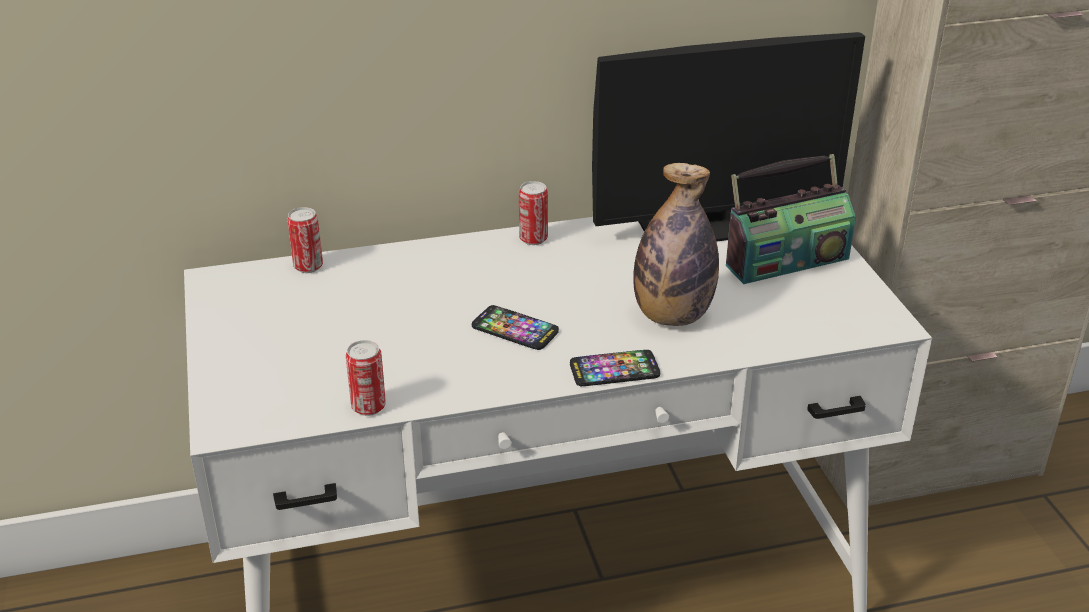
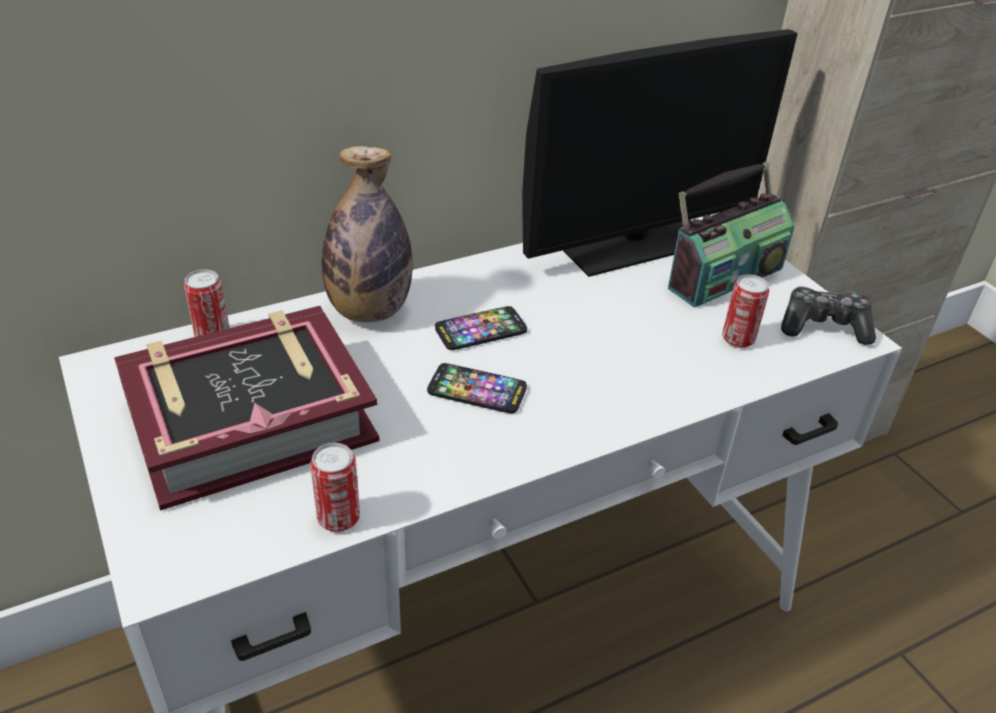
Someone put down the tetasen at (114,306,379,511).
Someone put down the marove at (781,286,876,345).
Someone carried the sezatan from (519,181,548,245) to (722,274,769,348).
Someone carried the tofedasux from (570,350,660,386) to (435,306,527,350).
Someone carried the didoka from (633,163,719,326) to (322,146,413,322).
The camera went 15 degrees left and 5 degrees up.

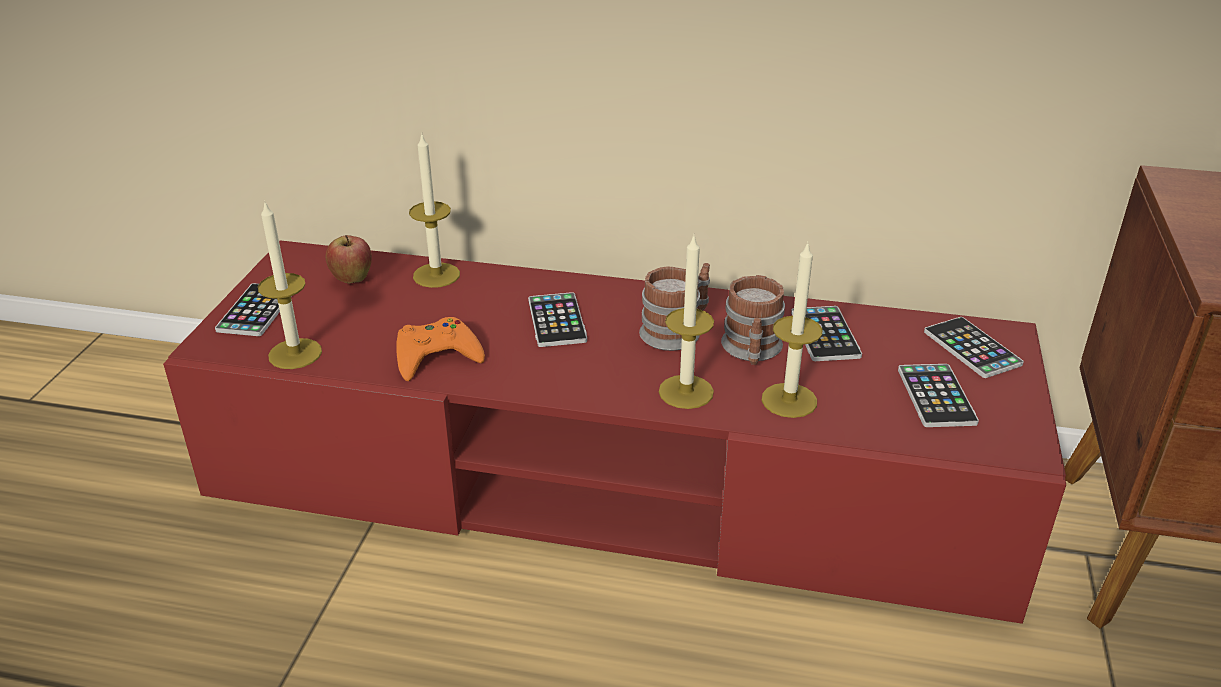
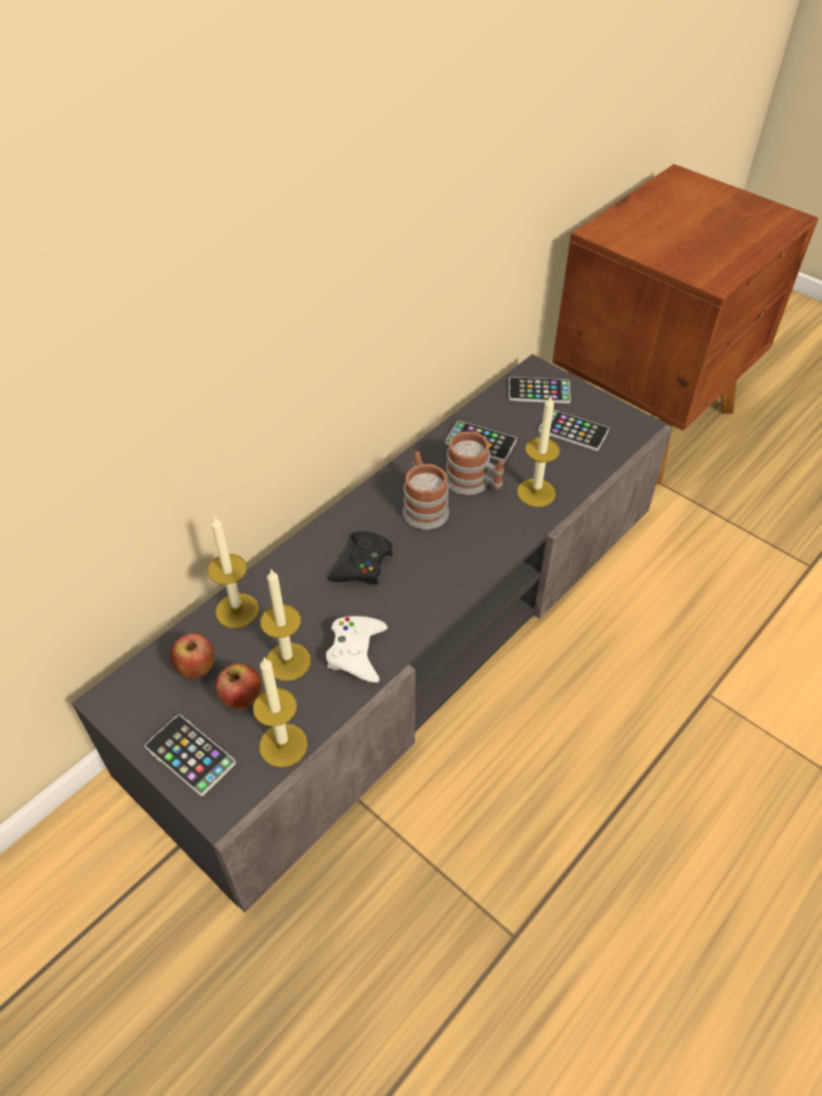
Someone put down the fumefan at (215,663,261,710).
Someone carried the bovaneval from (659,234,714,409) to (260,569,310,681).
Someone swapped the tofedasux at (528,292,587,347) for the black marove at (328,531,393,585).
Someone repainted the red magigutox at (163,240,1066,624), which became the grey magigutox at (72,354,672,913).
Someone repainted the orange marove at (396,317,485,381), which became the white marove at (326,616,388,683).
The camera went 60 degrees left and 15 degrees up.

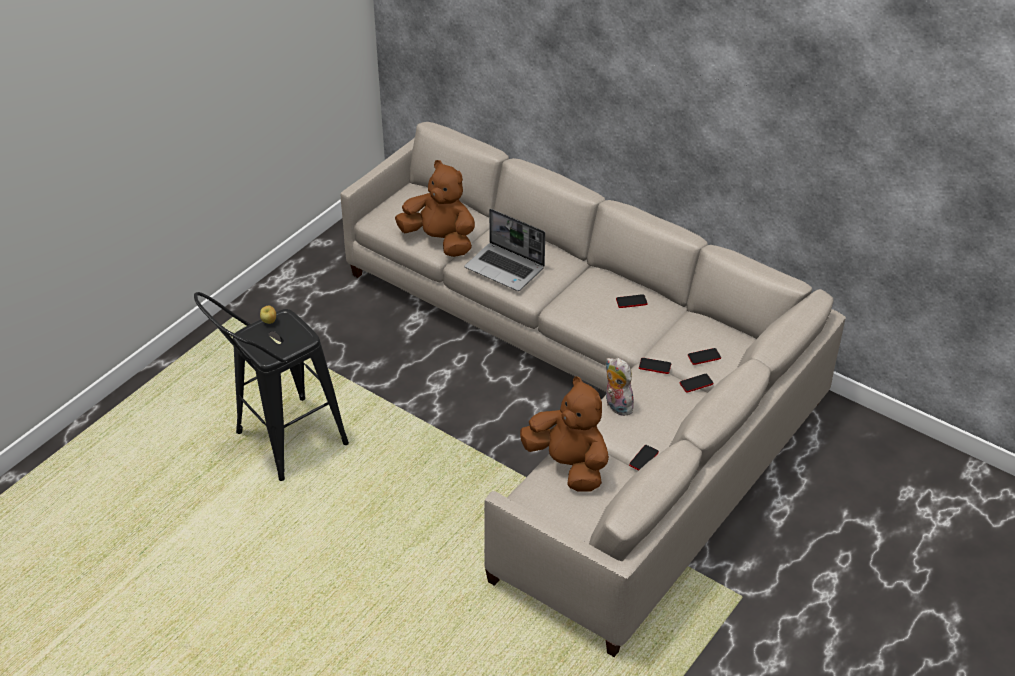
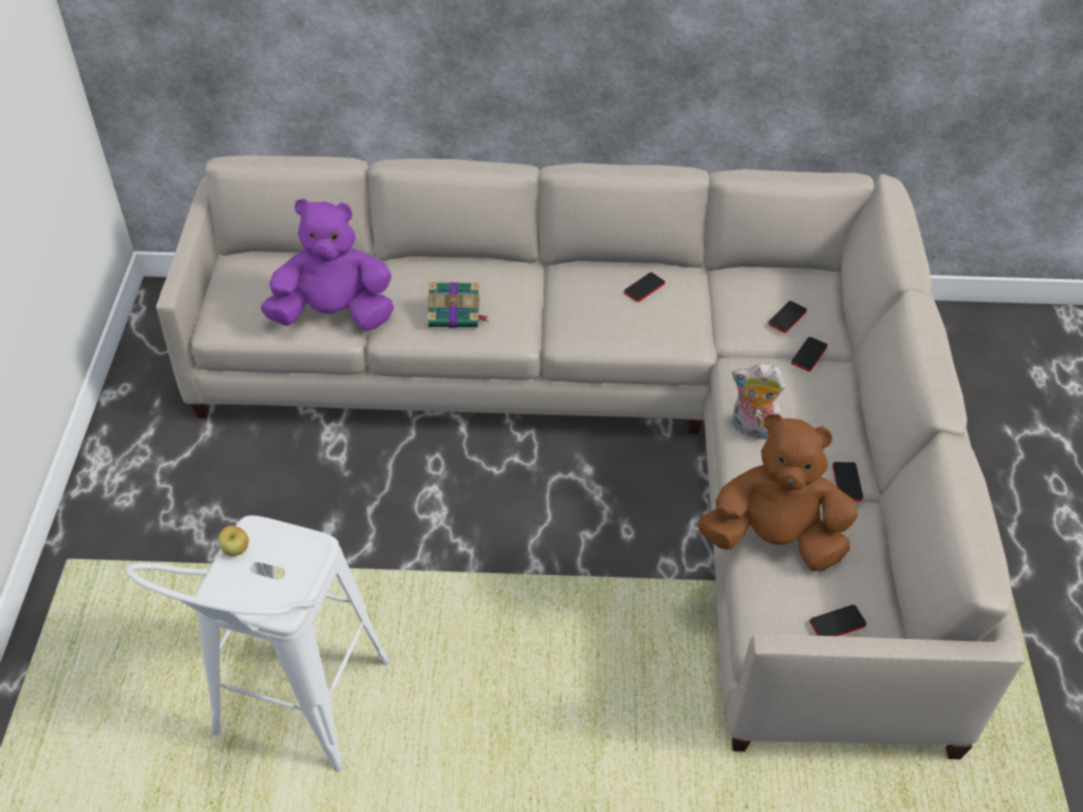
Someone carried the tofedasux from (639,358,671,374) to (810,605,867,636).
Someone swapped the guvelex at (464,209,545,291) for the tetasen at (428,282,489,328).
Someone repainted the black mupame at (194,292,349,481), which became the white mupame at (126,515,389,772).
Someone repainted the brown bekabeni at (395,160,475,257), which became the purple bekabeni at (261,198,394,331).
The camera went 35 degrees left and 5 degrees up.

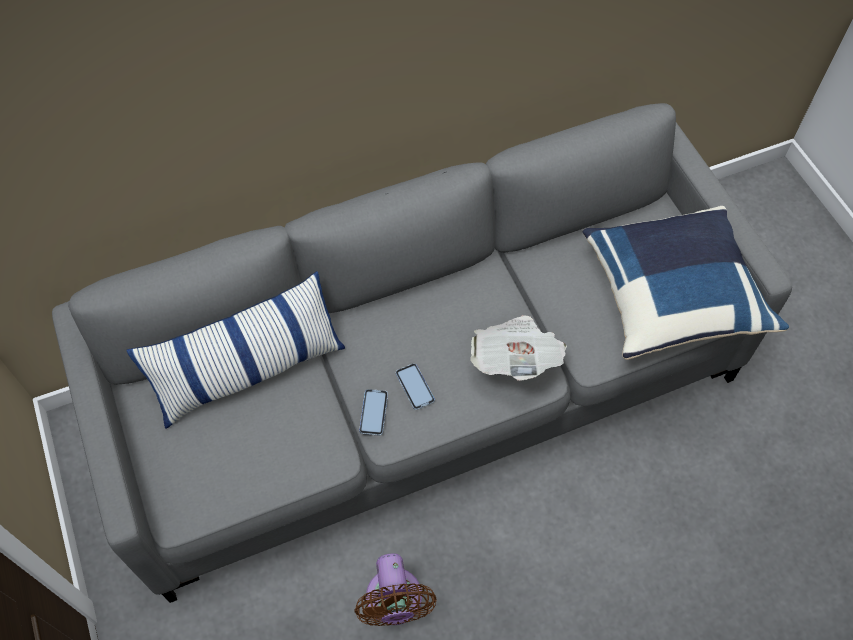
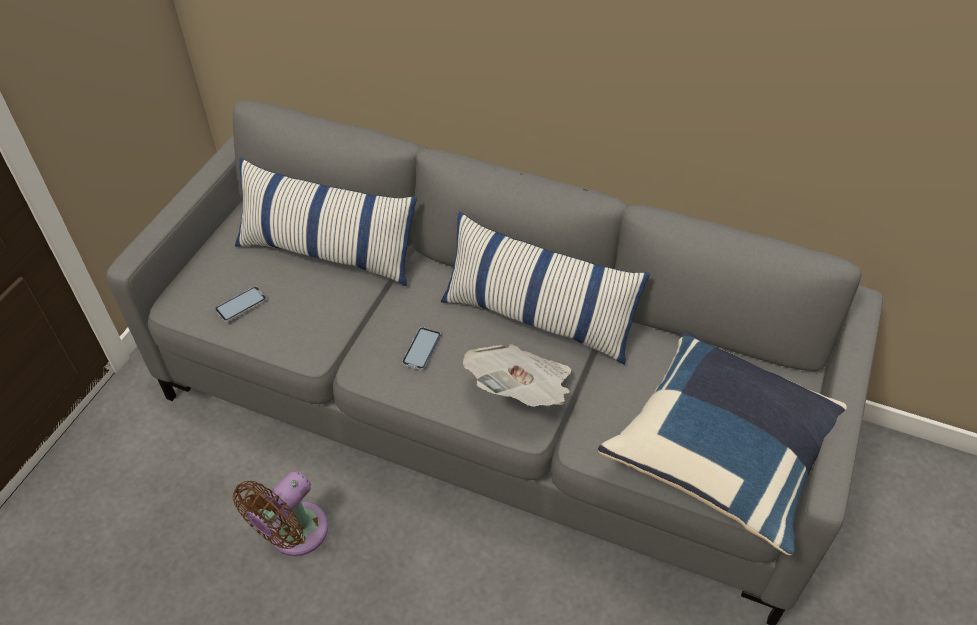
Someone put down the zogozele at (441,212,650,365).
Someone carried the tofedasux from (359,389,388,436) to (215,286,267,322).
The camera went 45 degrees right and 10 degrees down.

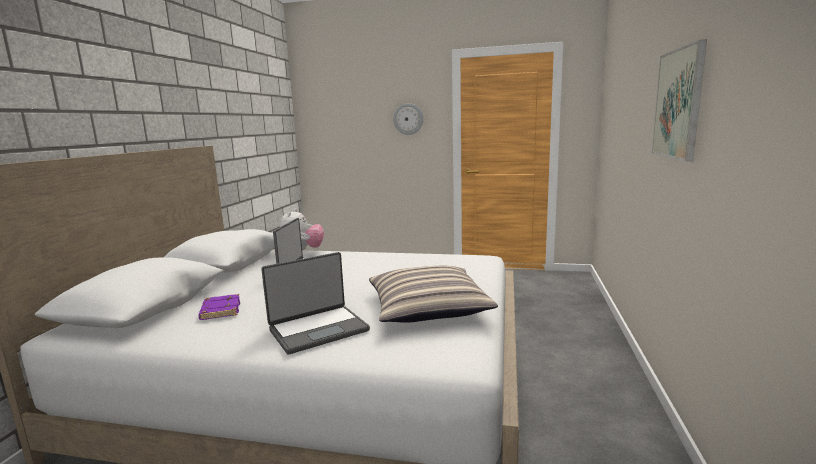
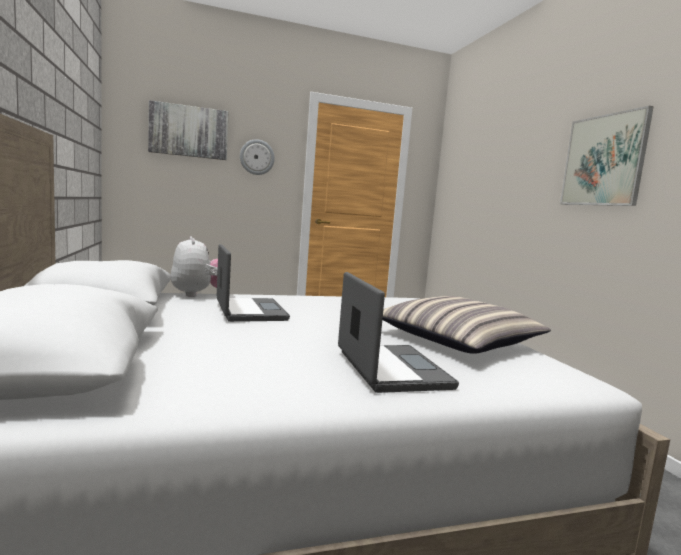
Someone took away the purple tetasen at (198,294,240,320).
Someone put up the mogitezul at (148,100,229,160).
Someone rotated the guvelex at (261,252,370,355) by 45 degrees counterclockwise.
The camera went 30 degrees left and 5 degrees down.

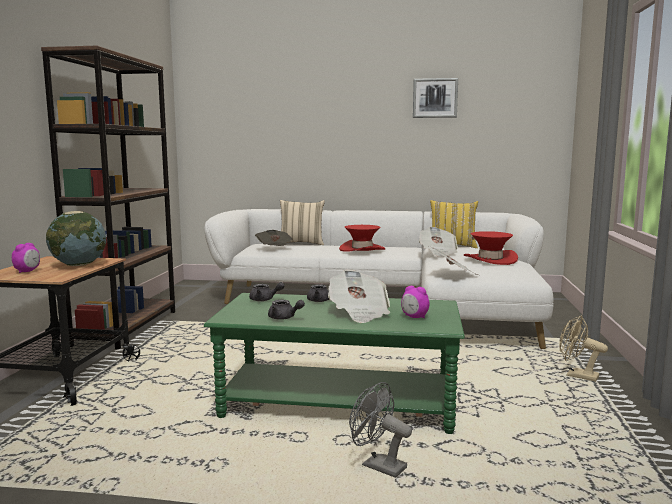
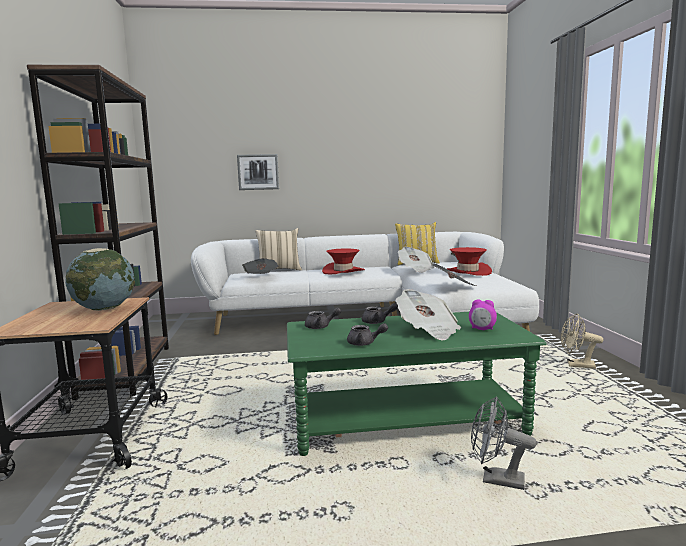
Someone took away the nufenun at (12,243,40,273).
Someone carried the mogitezul from (413,78,458,118) to (237,154,279,190).
The camera went 15 degrees left and 0 degrees up.

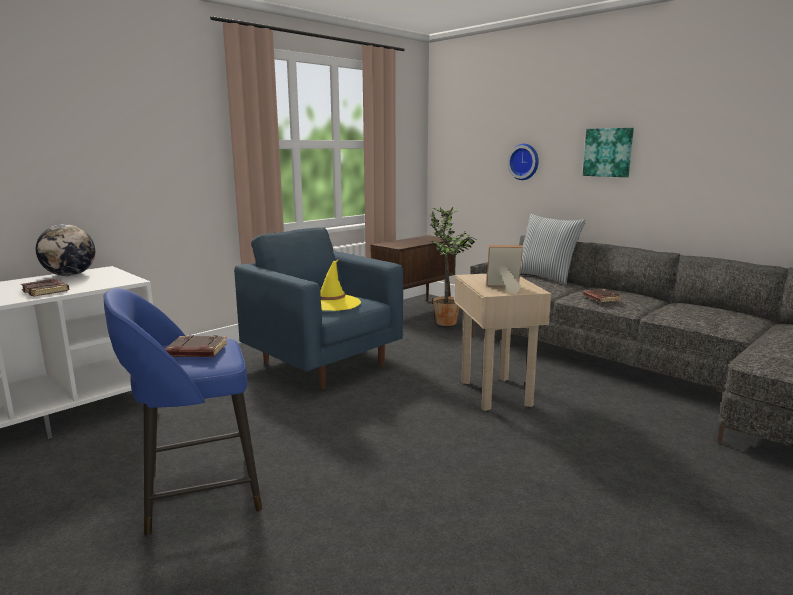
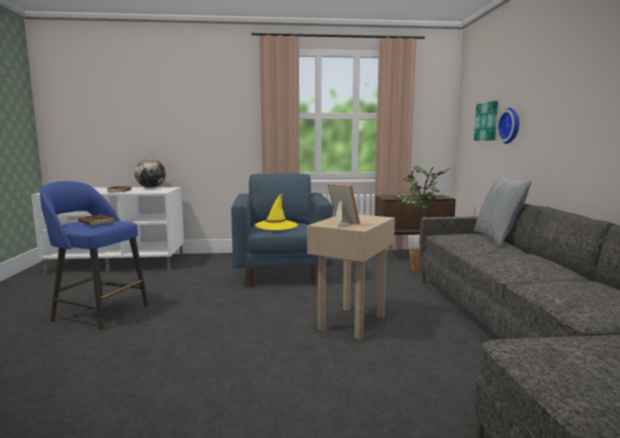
Someone took away the brown tetasen at (583,289,622,303).
Someone carried the mogitezul from (583,128,634,177) to (474,101,498,141).
The camera went 40 degrees right and 5 degrees down.

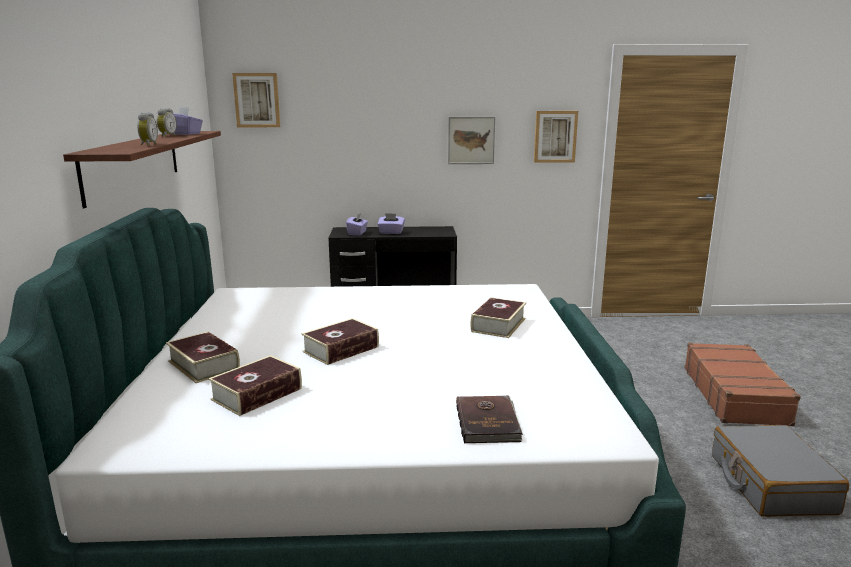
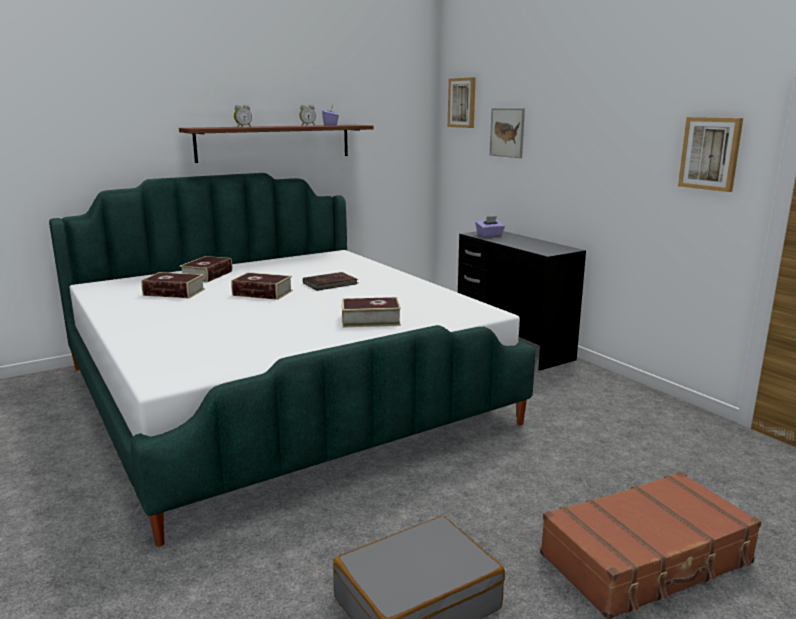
Someone took away the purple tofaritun at (377,213,405,234).
Someone carried the mogitezul from (448,117,495,164) to (490,108,525,158).
Someone carried the brown tetasen from (456,396,523,444) to (303,272,359,291).
The camera went 60 degrees right and 0 degrees up.

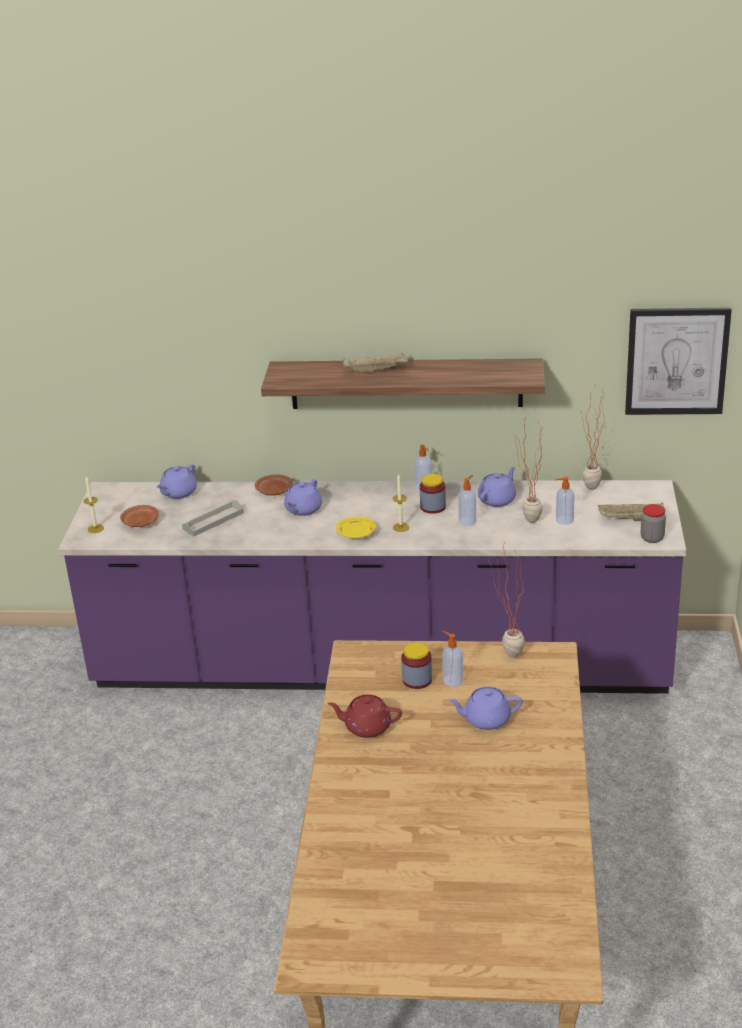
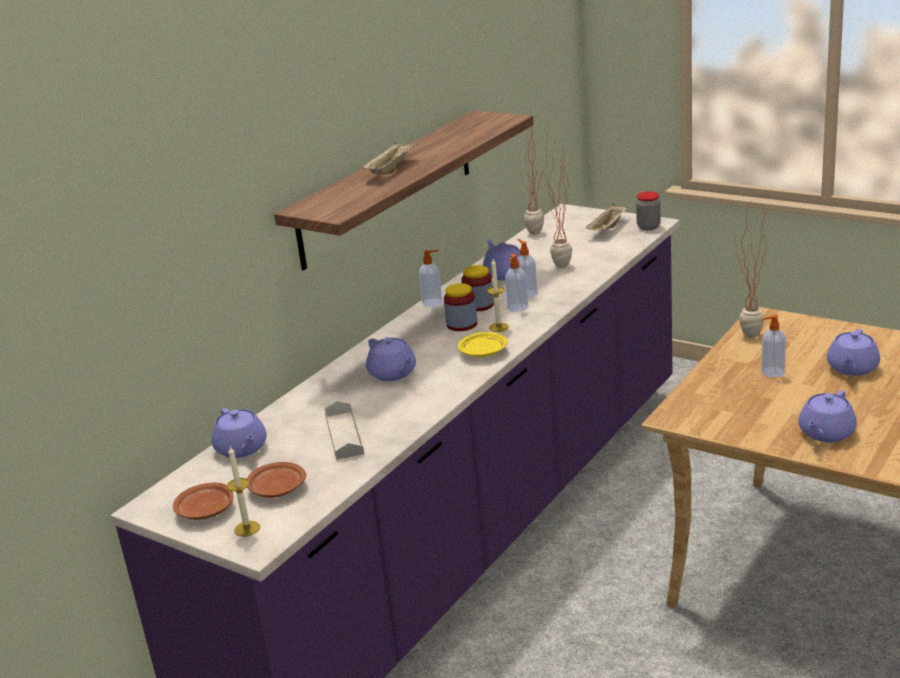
Someone took away the mogitezul at (625,307,732,415).
Someone carried the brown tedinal from (255,475,293,496) to (173,483,233,520).
Someone carried the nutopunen from (401,642,432,689) to (444,283,477,331).
Someone carried the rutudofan from (555,477,575,525) to (505,254,528,312).
Someone repainted the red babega at (327,694,402,738), which became the purple babega at (799,390,857,442).
The camera went 60 degrees left and 5 degrees down.

